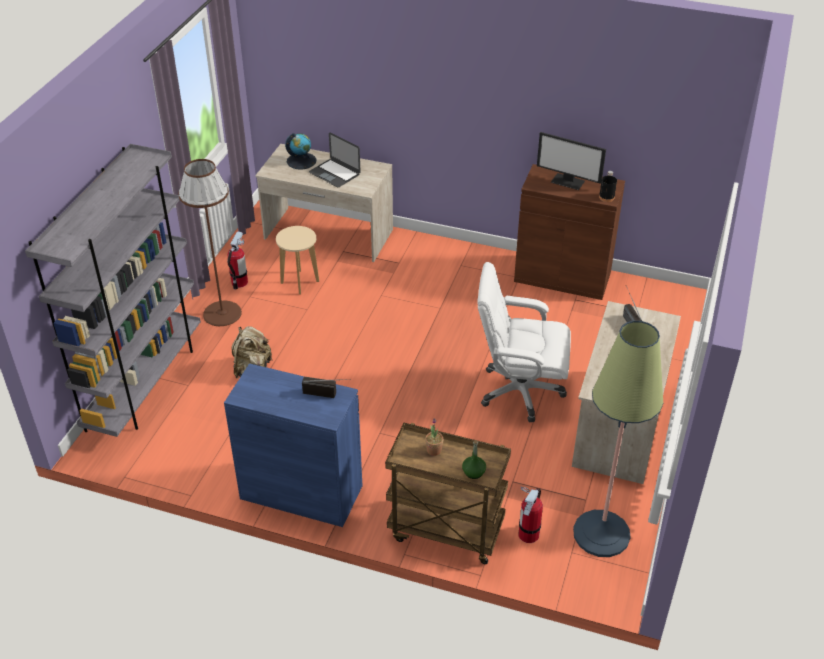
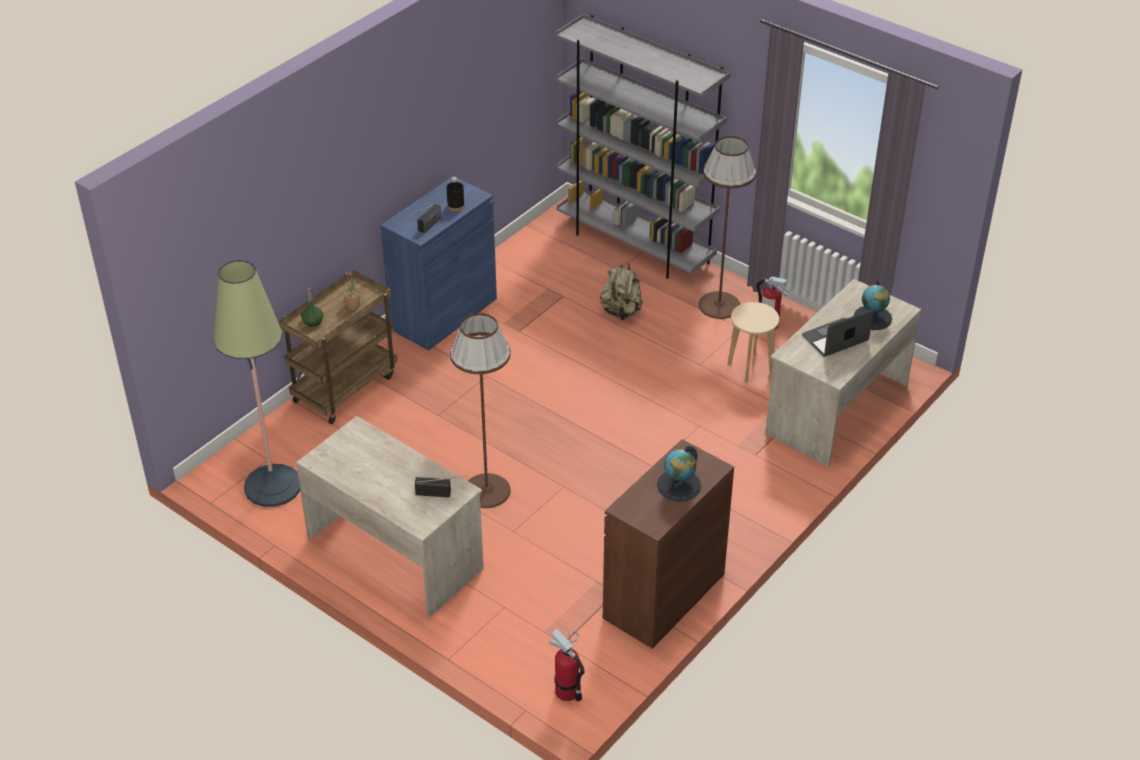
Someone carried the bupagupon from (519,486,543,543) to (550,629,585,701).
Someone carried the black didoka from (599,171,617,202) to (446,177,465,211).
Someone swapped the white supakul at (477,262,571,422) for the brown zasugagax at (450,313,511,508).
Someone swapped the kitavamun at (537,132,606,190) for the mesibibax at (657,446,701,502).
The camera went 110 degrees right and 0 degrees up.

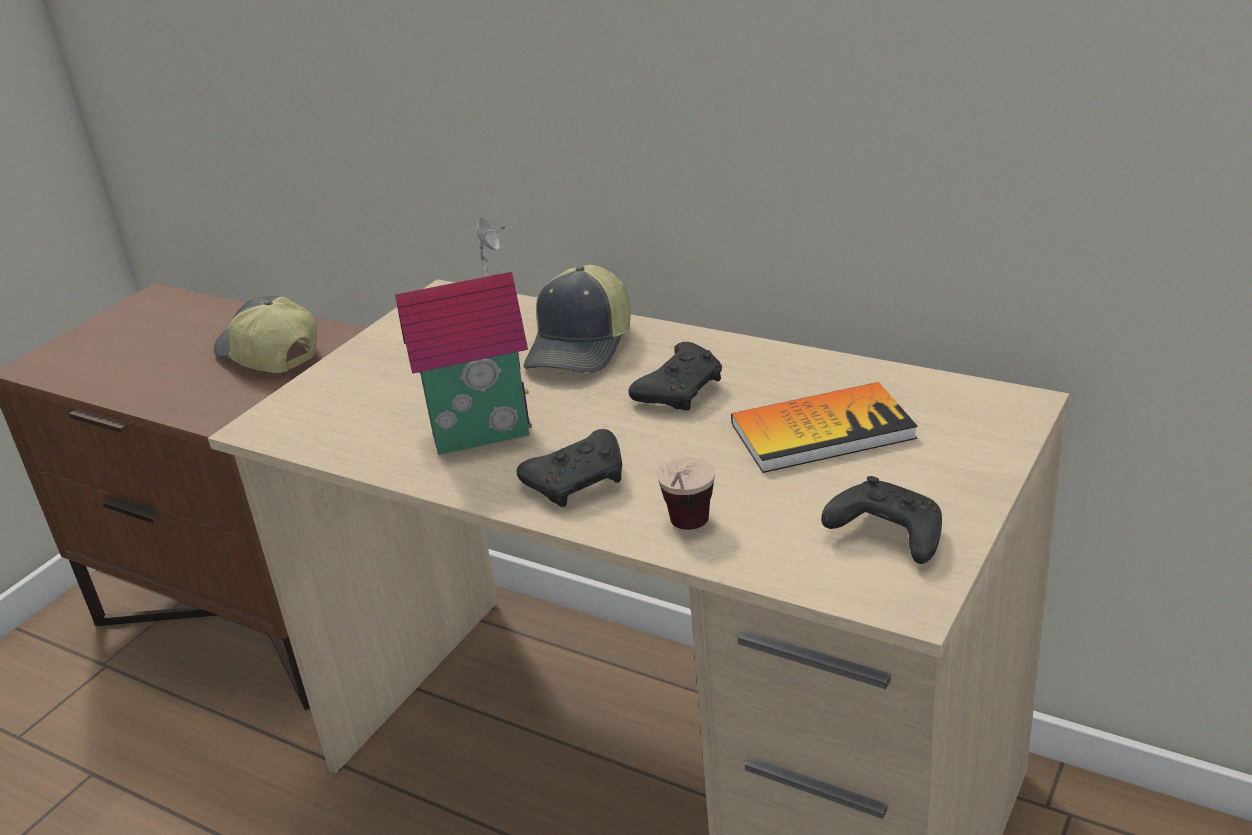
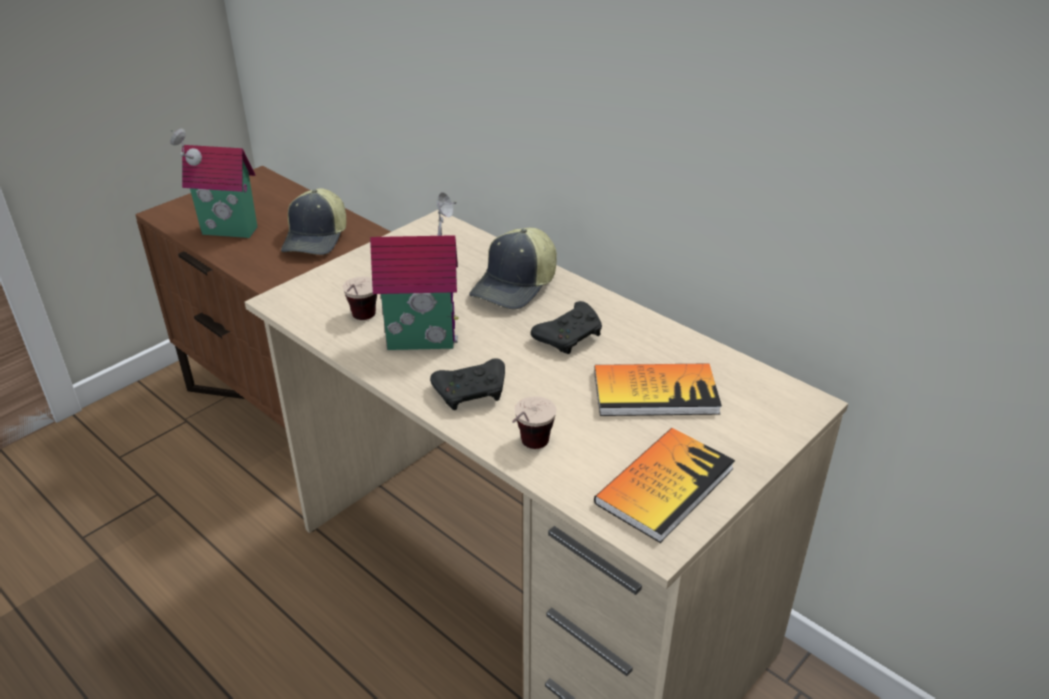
Someone put down the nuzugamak at (170,128,258,238).
Someone put down the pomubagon at (343,277,377,320).
Someone swapped the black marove at (821,476,942,564) for the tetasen at (594,428,735,543).
Someone rotated the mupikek at (214,296,317,373) by 135 degrees counterclockwise.
The camera went 10 degrees right and 5 degrees up.

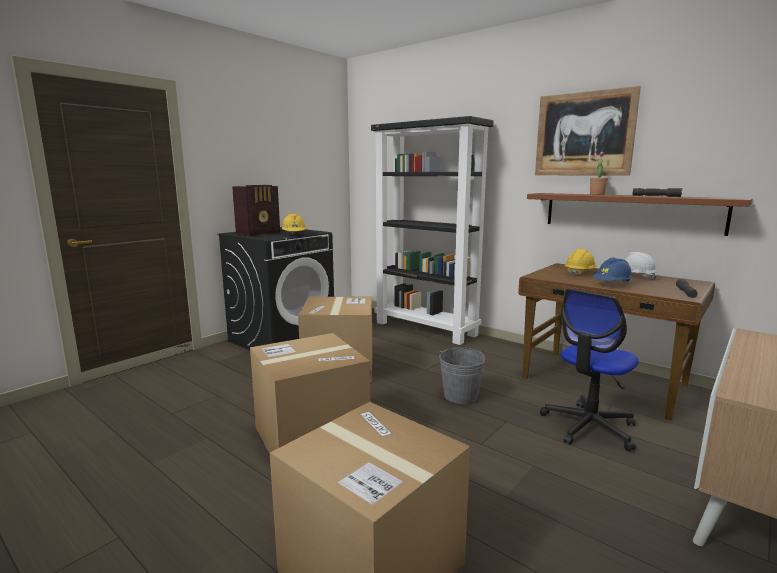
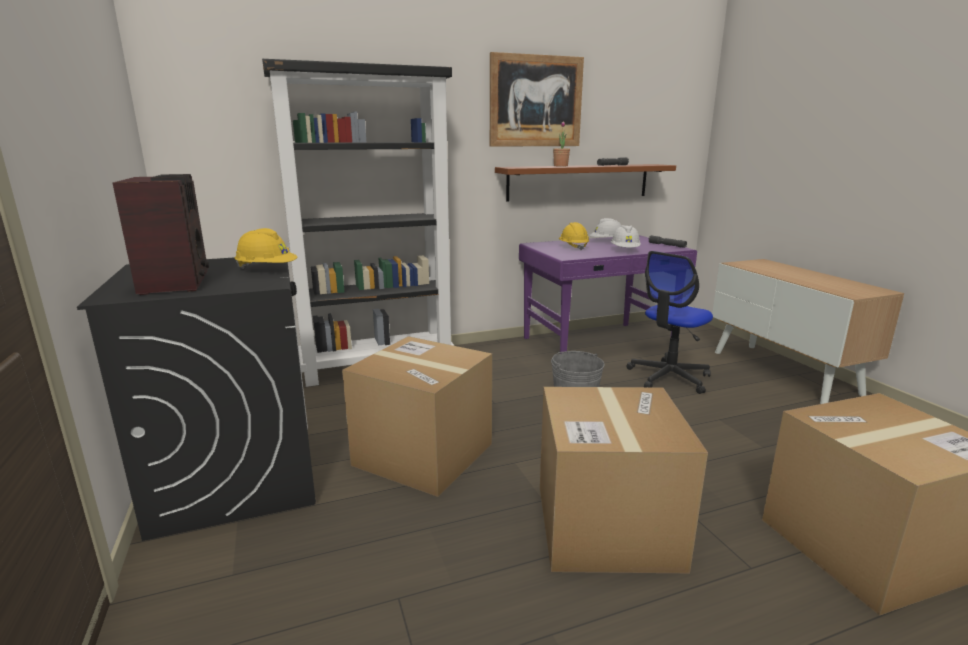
Someone repainted the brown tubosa at (518,263,715,421), which became the purple tubosa at (519,235,697,354).
Someone repainted the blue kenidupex at (593,257,633,283), which became the white kenidupex at (611,225,641,248).
Someone rotated the supakul at (540,289,638,451) by 60 degrees clockwise.
The camera went 60 degrees left and 5 degrees up.

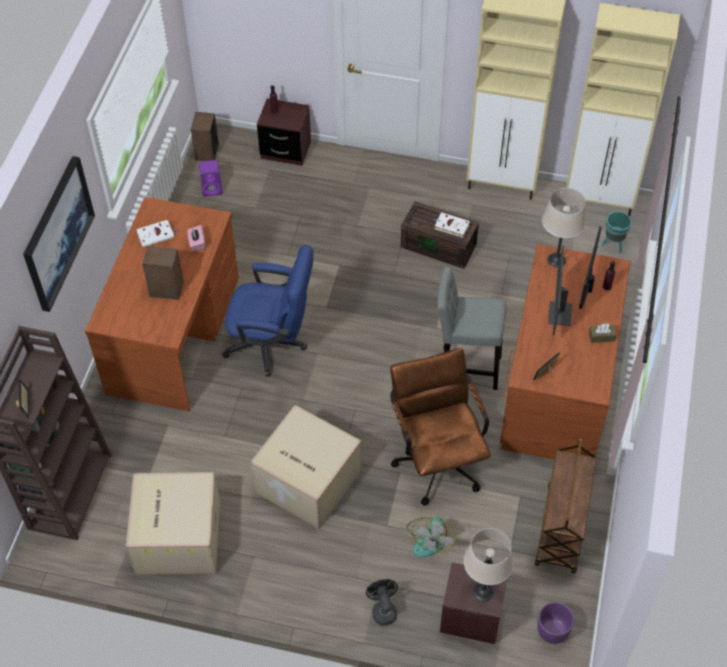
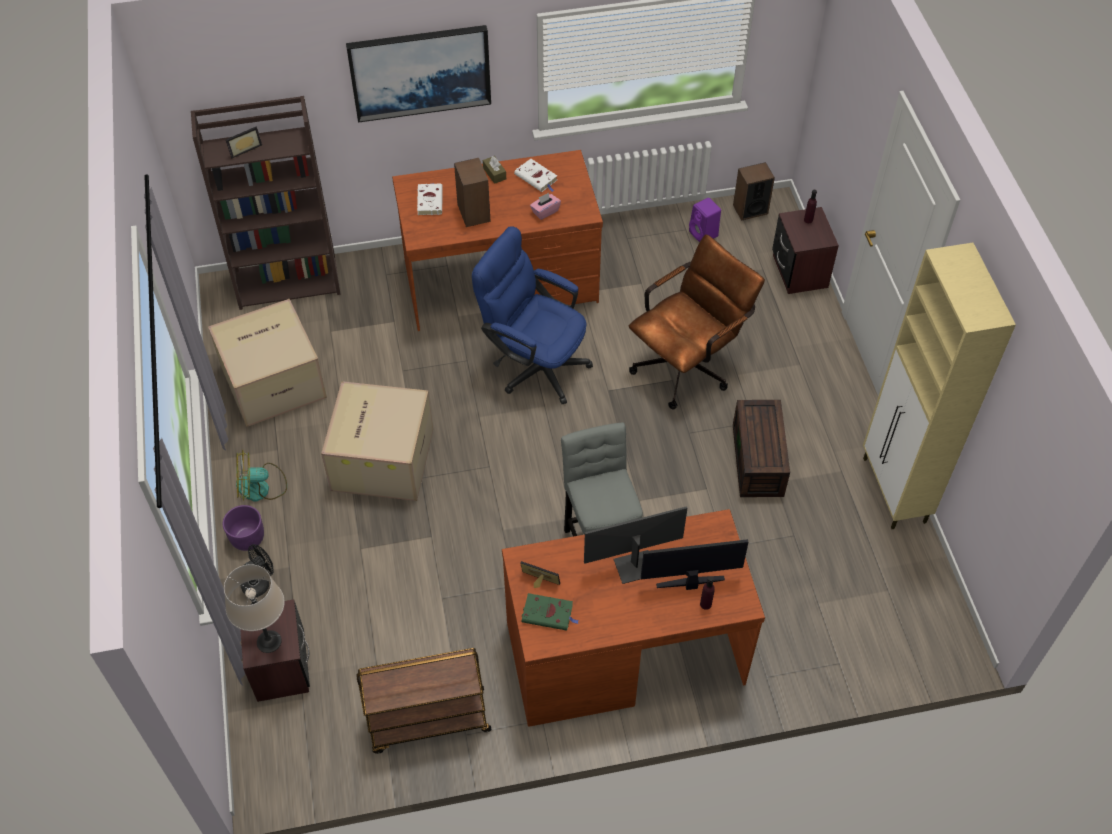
Someone took away the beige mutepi at (542,188,586,267).
Someone took away the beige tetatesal at (566,3,680,217).
Someone took away the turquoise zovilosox at (601,211,632,253).
Someone put down the green tetasen at (522,593,579,631).
Someone carried the brown supakul from (390,348,491,505) to (629,234,765,409).
Someone carried the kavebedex from (407,517,457,557) to (236,450,287,502).
Someone carried the white tetasen from (433,212,470,238) to (417,183,443,215).
Someone carried the purple zovilosox from (537,602,574,644) to (223,505,264,551).
Someone carried the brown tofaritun from (589,323,617,343) to (483,156,506,184).
Someone rotated the blue supakul at (222,245,313,376) by 135 degrees clockwise.
The camera went 65 degrees right and 0 degrees up.

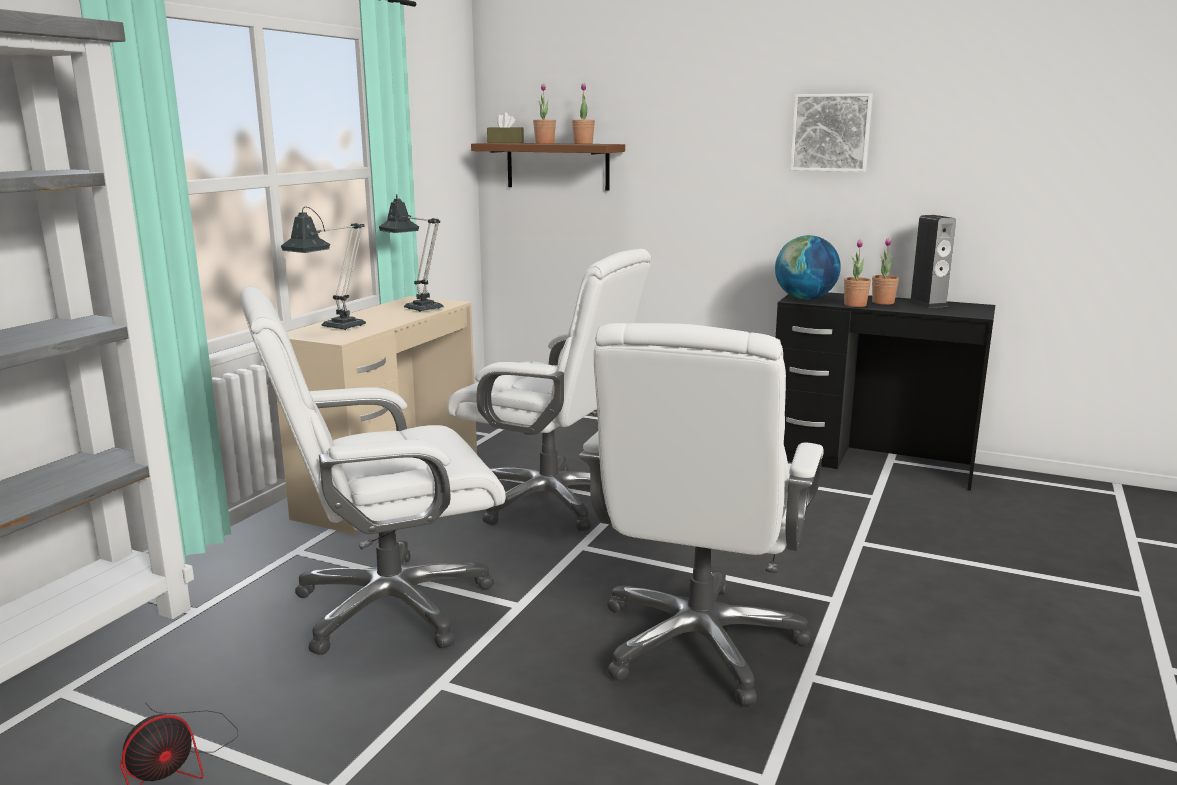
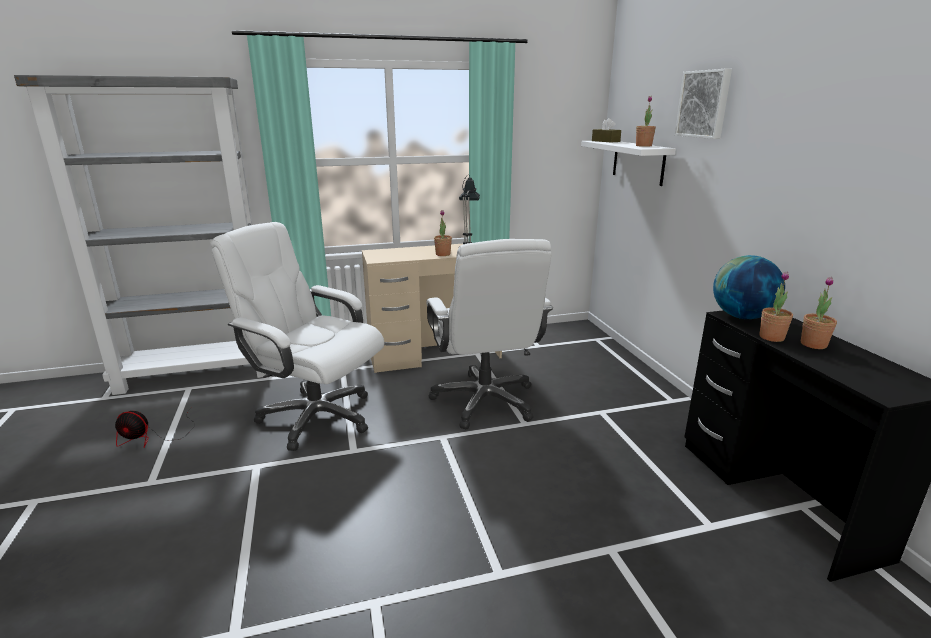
Someone took away the mutepi at (281,207,366,330).
Someone took away the white supakul at (579,323,824,706).
Someone took away the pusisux at (908,215,956,308).
Someone carried the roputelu from (533,83,556,144) to (434,210,452,256).
Someone carried the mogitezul from (790,93,873,172) to (675,69,732,139).
Someone repainted the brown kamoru at (471,143,625,191), which became the white kamoru at (581,141,676,186).
The camera went 50 degrees right and 5 degrees up.

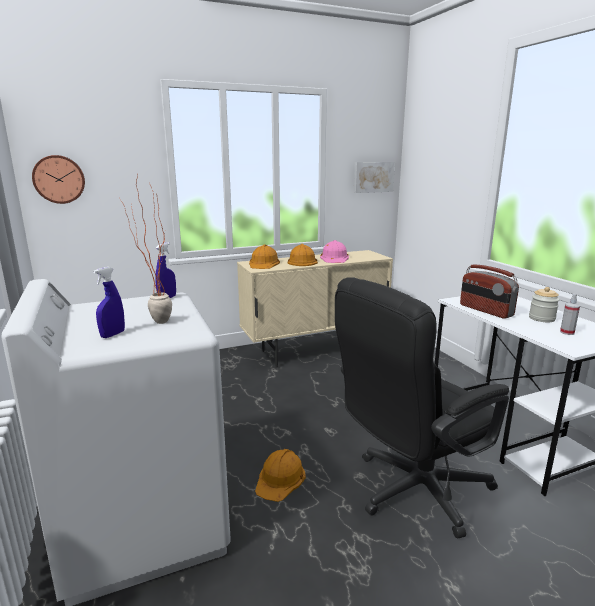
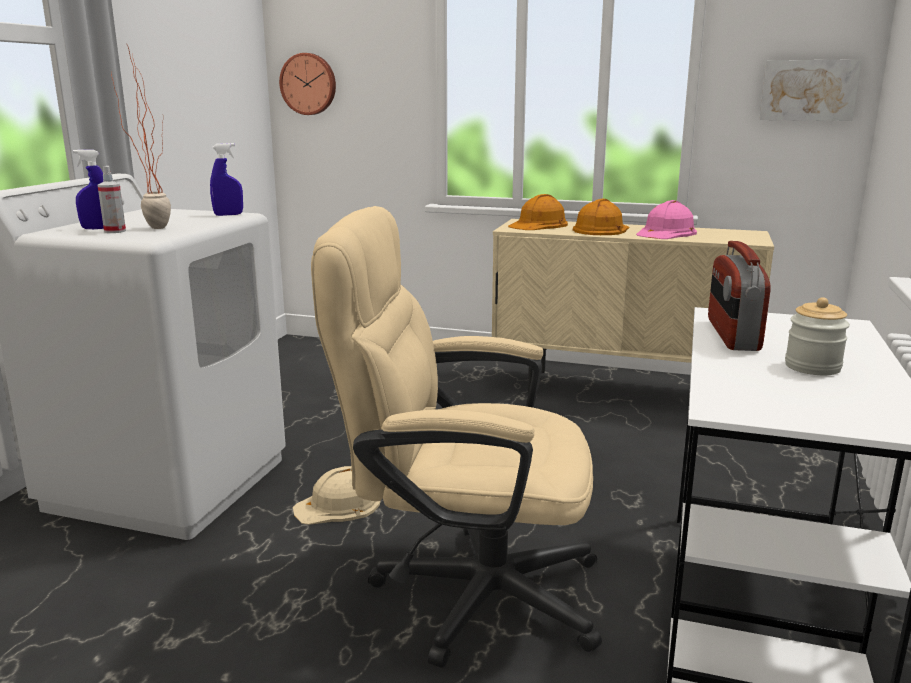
Someone carried the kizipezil from (560,293,580,335) to (98,166,126,233).
Someone repainted the orange kenidupex at (255,449,306,502), which became the beige kenidupex at (293,466,381,525).
Someone repainted the black supakul at (335,277,509,539), which became the beige supakul at (311,206,602,668).
The camera went 40 degrees right and 0 degrees up.

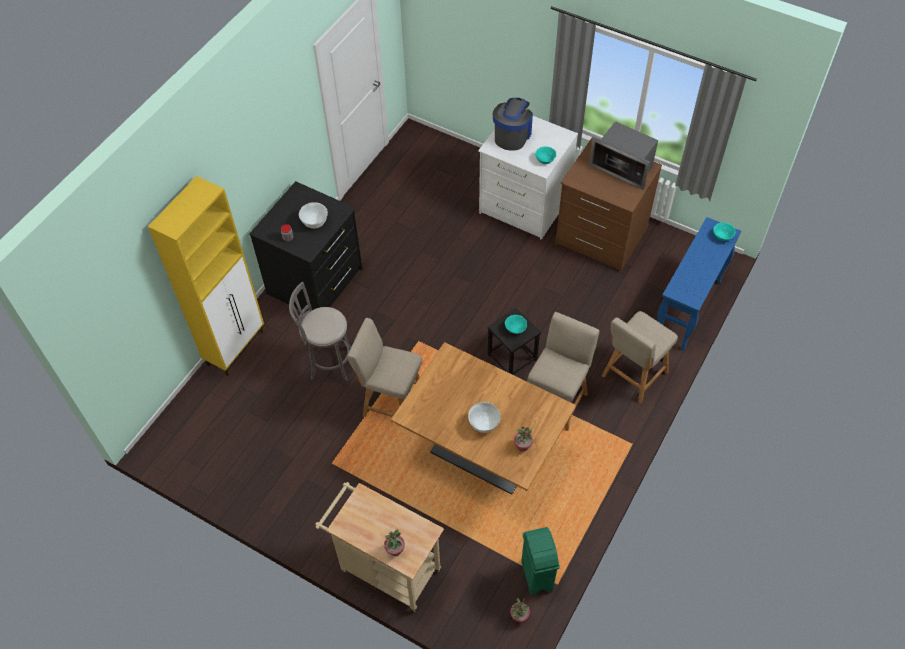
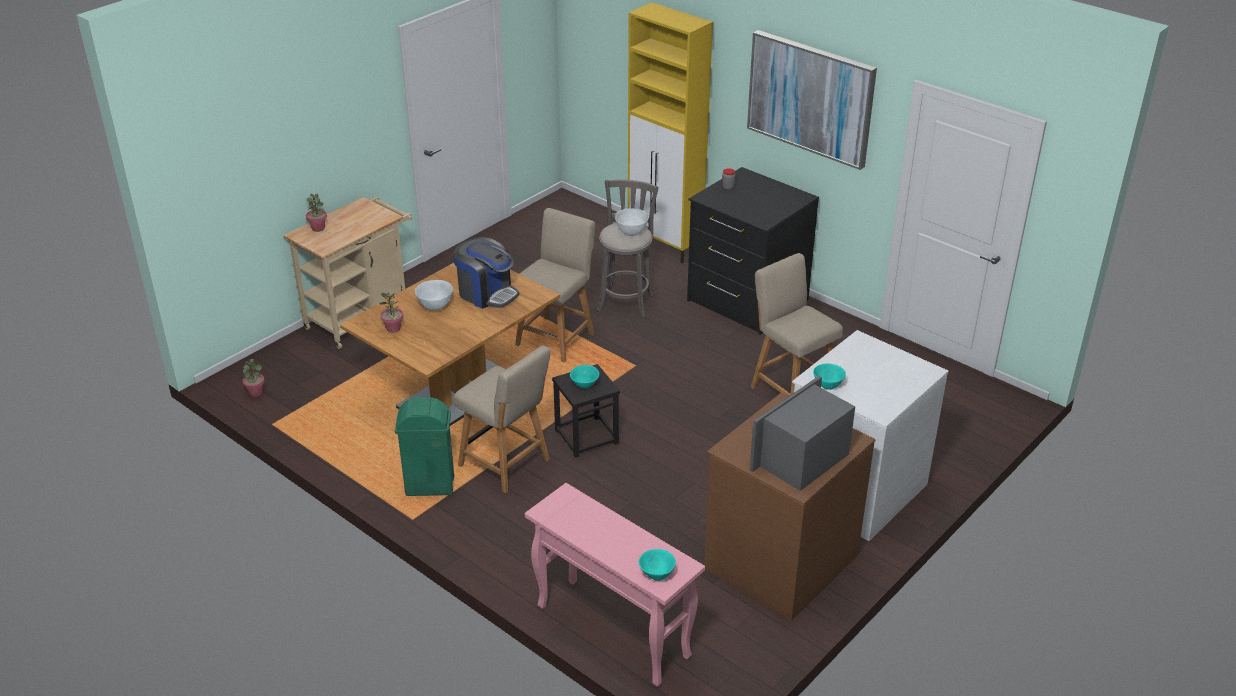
Someone put up the mogitezul at (747,30,877,170).
Someone carried the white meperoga from (299,202,328,229) to (615,209,649,236).
Someone carried the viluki from (493,97,533,151) to (453,237,519,309).
Someone carried the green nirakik from (521,527,560,596) to (395,397,454,496).
Someone carried the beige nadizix from (602,311,678,403) to (751,253,843,396).
Someone repainted the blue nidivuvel at (658,217,741,350), which became the pink nidivuvel at (525,483,705,687).
The camera went 100 degrees right and 20 degrees down.

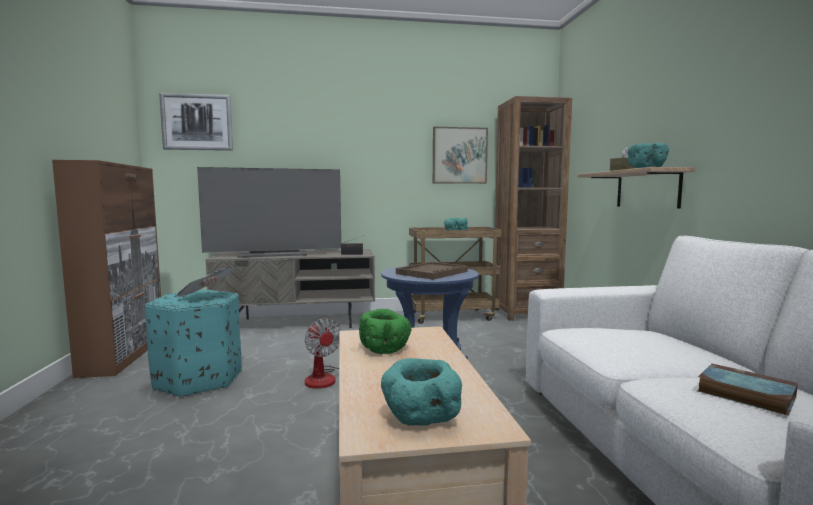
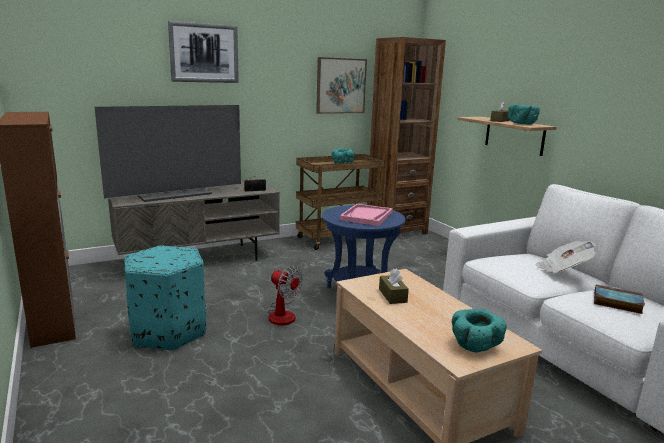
Someone carried the mogitezul from (159,93,233,151) to (168,21,239,83).
Someone carried the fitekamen from (174,267,234,297) to (536,241,596,273).
Someone swapped the green meperoga at (359,309,412,354) for the brown tofaritun at (379,268,409,304).
Someone repainted the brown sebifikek at (396,262,468,280), which became the pink sebifikek at (340,204,393,226).
The camera went 20 degrees left and 10 degrees up.

